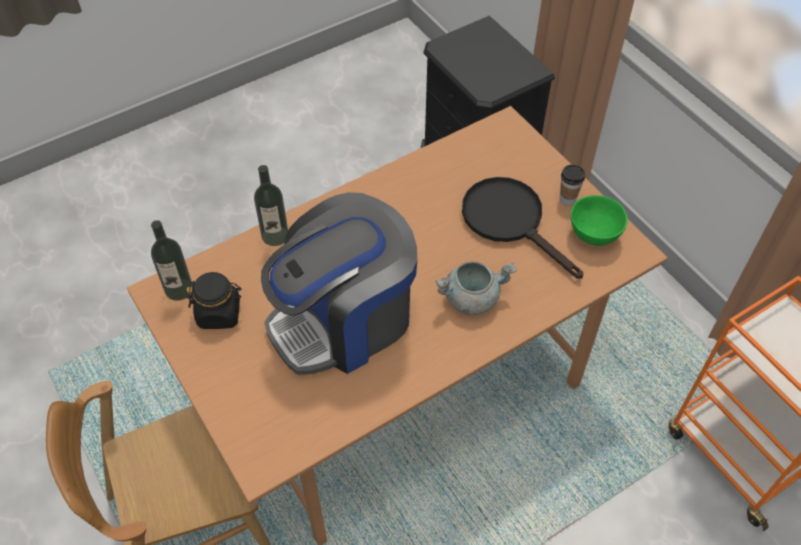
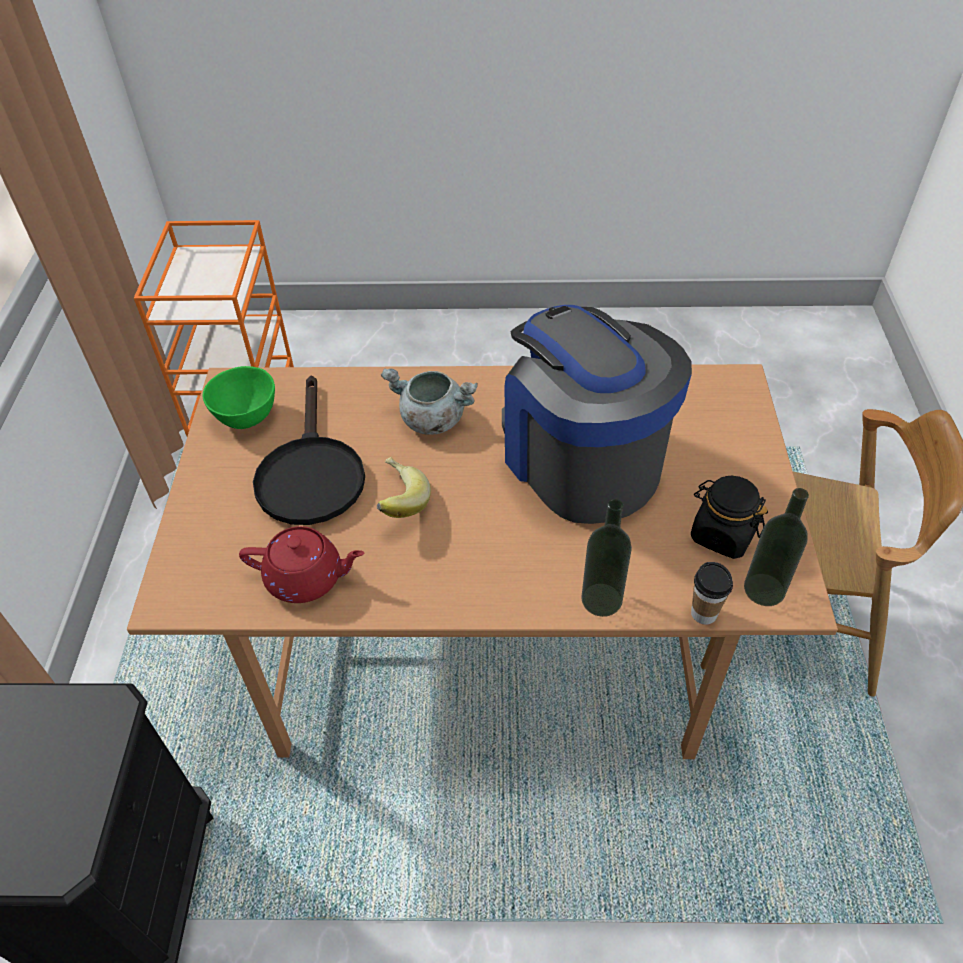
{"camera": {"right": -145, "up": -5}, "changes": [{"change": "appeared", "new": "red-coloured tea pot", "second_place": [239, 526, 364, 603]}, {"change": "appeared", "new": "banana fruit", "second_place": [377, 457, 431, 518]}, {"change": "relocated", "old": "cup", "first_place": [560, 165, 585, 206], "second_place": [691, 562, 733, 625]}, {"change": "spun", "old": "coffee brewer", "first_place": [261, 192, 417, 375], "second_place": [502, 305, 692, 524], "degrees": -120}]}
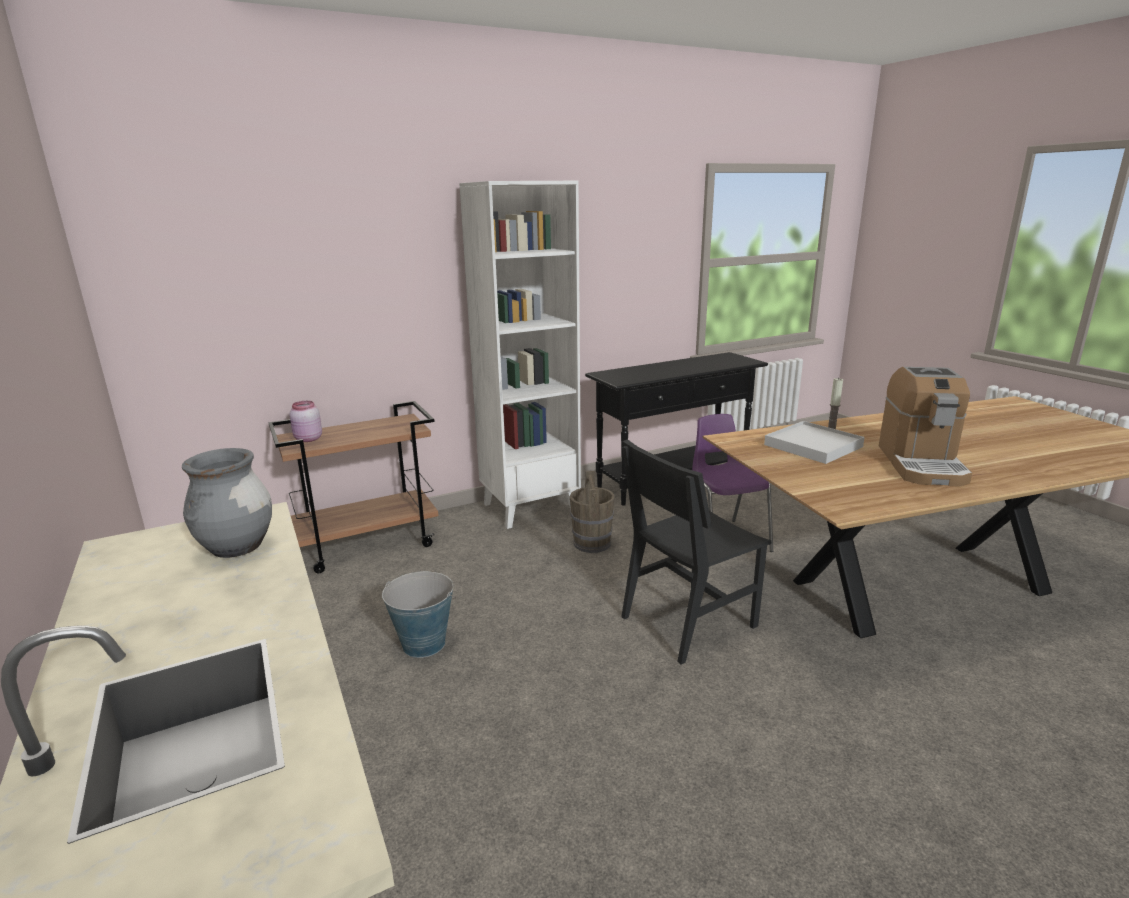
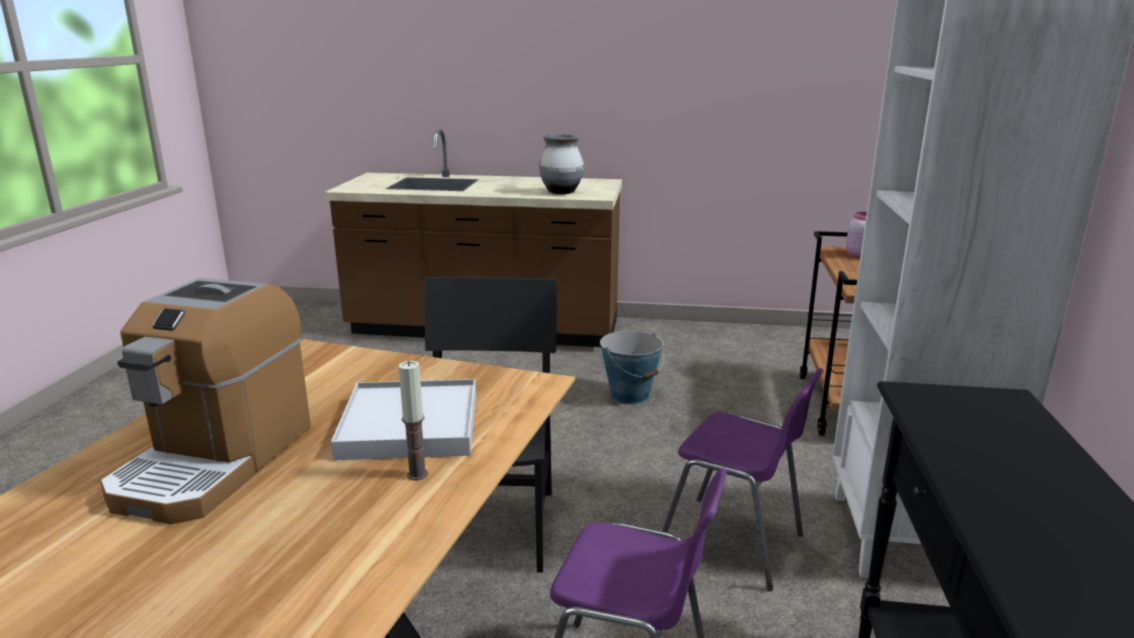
{"camera": {"right": 125, "up": 0}, "changes": [{"change": "exchanged", "old": "brown bucket", "new": "purple-coloured upright chair", "first_place": [570, 471, 615, 553], "second_place": [662, 368, 824, 591]}, {"change": "spun", "old": "coffee brewer", "first_place": [879, 367, 972, 487], "second_place": [100, 278, 311, 524], "degrees": -120}]}
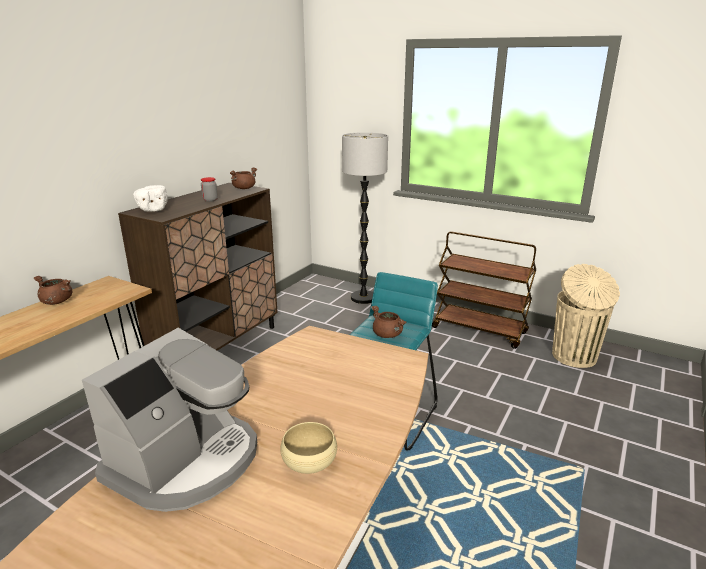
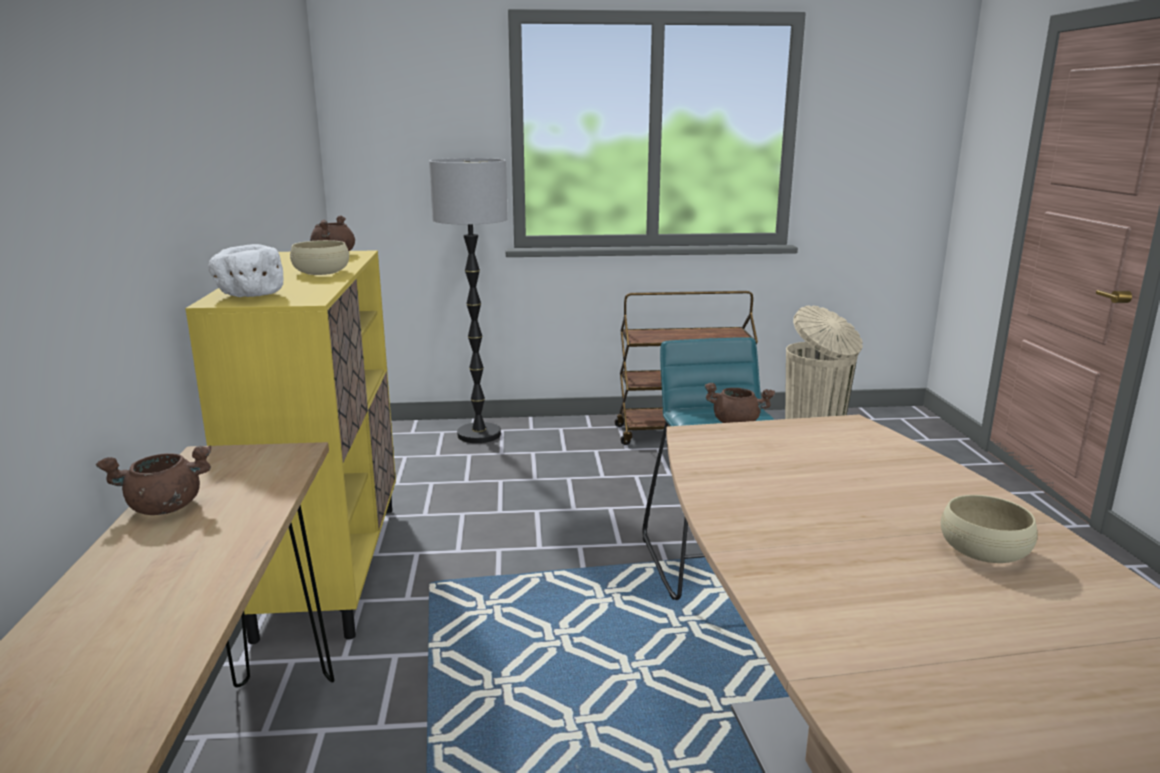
{"camera": {"right": -35, "up": -5}, "changes": [{"change": "missing", "old": "coffee brewer", "first_place": [82, 328, 257, 512]}, {"change": "exchanged", "old": "preserve jar", "new": "sand-coloured serving bowl", "first_place": [201, 177, 218, 202], "second_place": [290, 240, 349, 275]}, {"change": "colour", "old": "brown cupboard", "new": "yellow-coloured cupboard", "first_place": [118, 183, 278, 351], "second_place": [185, 250, 396, 644]}]}
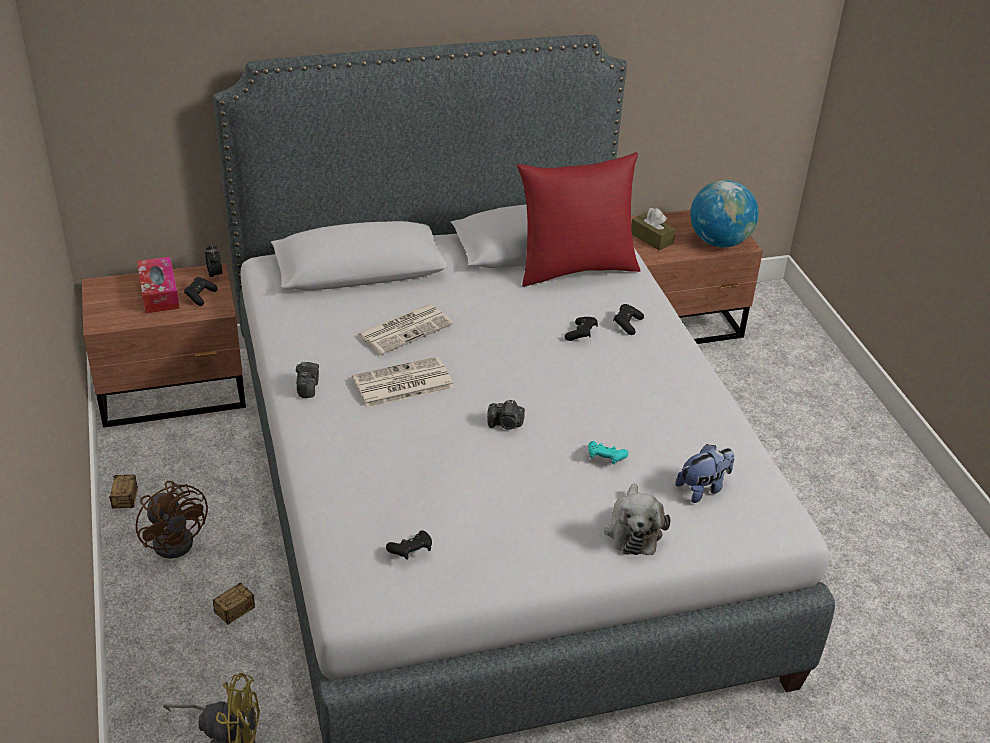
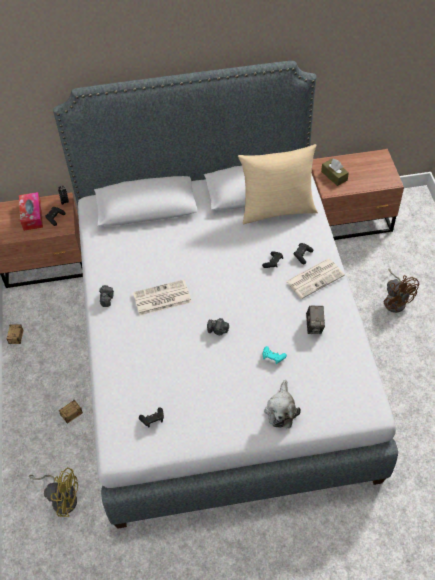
{"camera": {"right": 10, "up": 15}, "changes": [{"change": "missing", "old": "soft toy", "first_place": [675, 444, 734, 503]}, {"change": "missing", "old": "world globe", "first_place": [690, 180, 759, 247]}, {"change": "appeared", "new": "photo camera", "second_place": [306, 306, 325, 334]}, {"change": "relocated", "old": "brown electric fan", "first_place": [136, 481, 208, 559], "second_place": [384, 269, 419, 313]}, {"change": "relocated", "old": "newspaper", "first_place": [357, 304, 453, 355], "second_place": [286, 259, 345, 299]}, {"change": "colour", "old": "red-coloured throw pillow", "new": "sand-coloured throw pillow", "first_place": [517, 152, 641, 287], "second_place": [238, 144, 318, 224]}]}
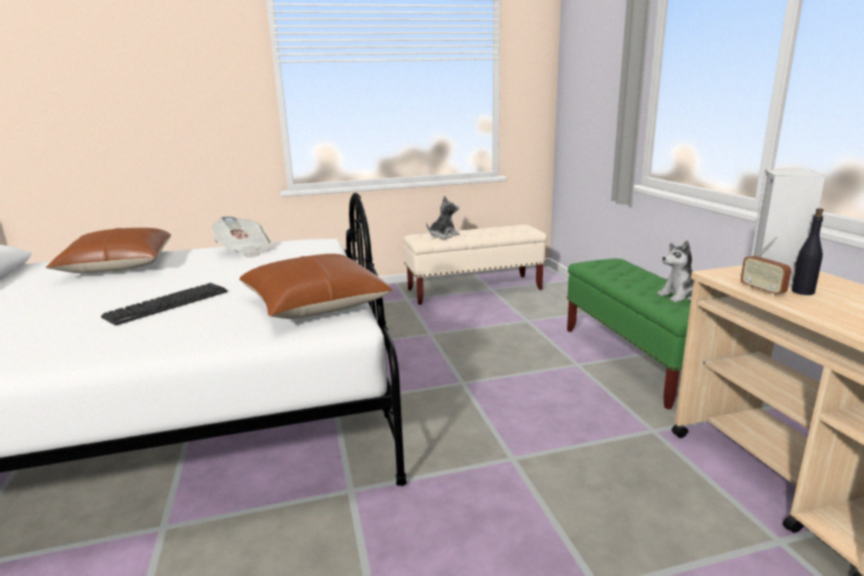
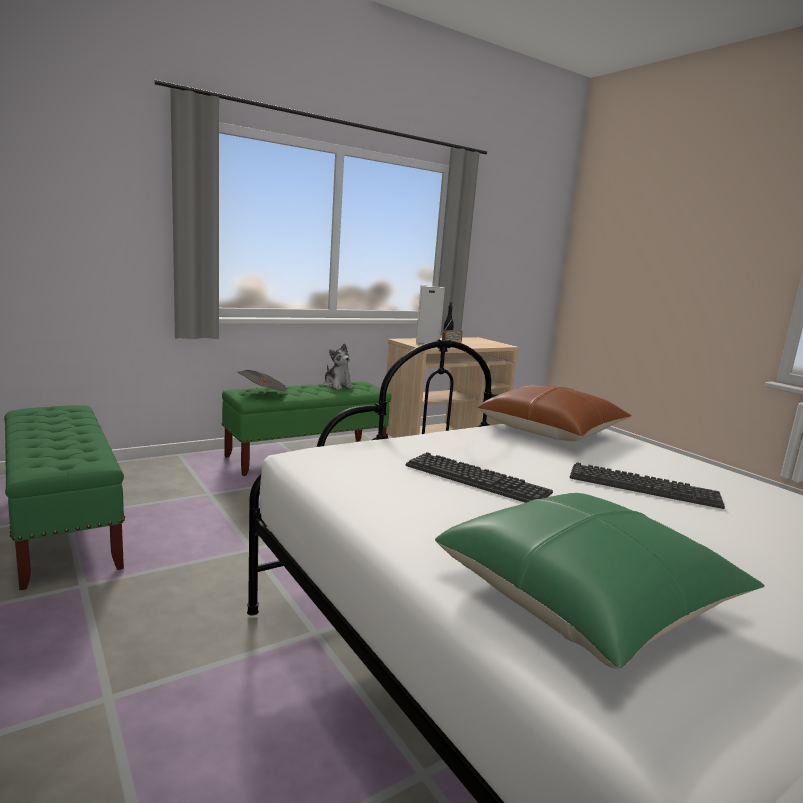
{"camera": {"right": -110, "up": -5}, "changes": [{"change": "missing", "old": "soft toy", "first_place": [426, 196, 460, 238]}, {"change": "appeared", "new": "PC keyboard", "second_place": [405, 452, 553, 503]}, {"change": "relocated", "old": "newspaper", "first_place": [211, 216, 273, 258], "second_place": [237, 370, 287, 391]}, {"change": "colour", "old": "brown throw pillow", "new": "greenish throw pillow", "first_place": [46, 228, 171, 273], "second_place": [435, 493, 765, 669]}, {"change": "colour", "old": "sand-coloured indoor bench", "new": "greenish indoor bench", "first_place": [403, 225, 547, 305], "second_place": [4, 405, 125, 590]}]}
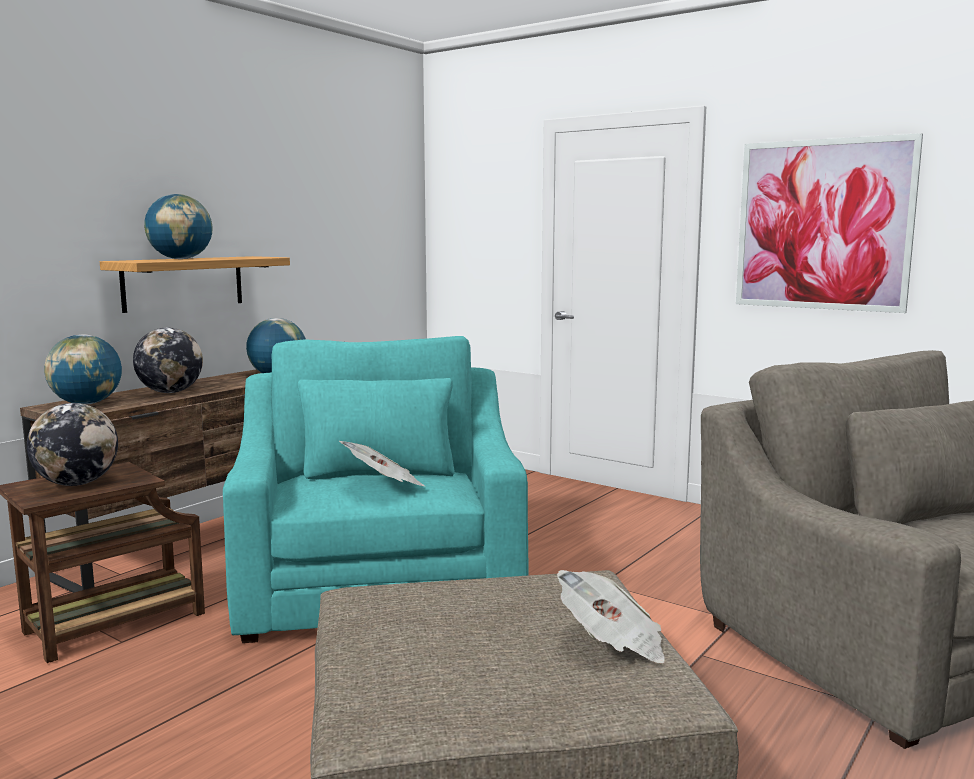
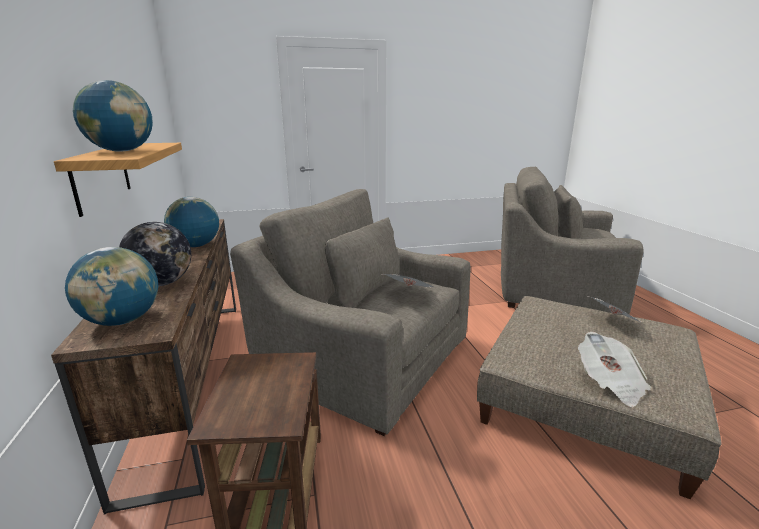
{"camera": {"right": -50, "up": 10}, "changes": [{"change": "missing", "old": "world globe", "first_place": [27, 403, 118, 486]}, {"change": "missing", "old": "picture", "first_place": [736, 133, 923, 313]}, {"change": "appeared", "new": "newspaper", "second_place": [578, 332, 651, 407]}, {"change": "colour", "old": "blue-green easy chair", "new": "greyish easy chair", "first_place": [223, 336, 529, 643], "second_place": [230, 189, 471, 436]}]}
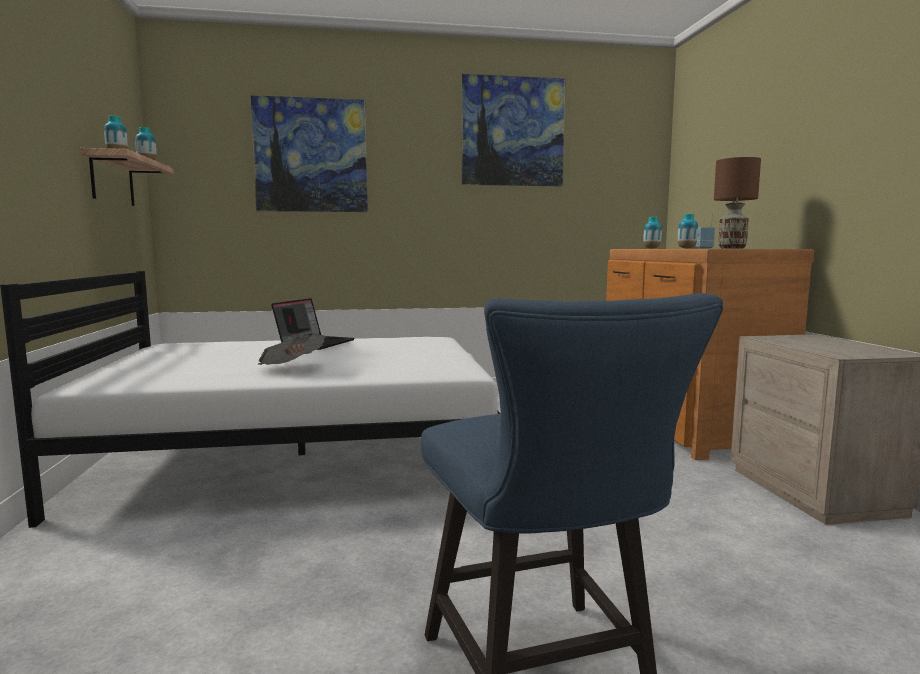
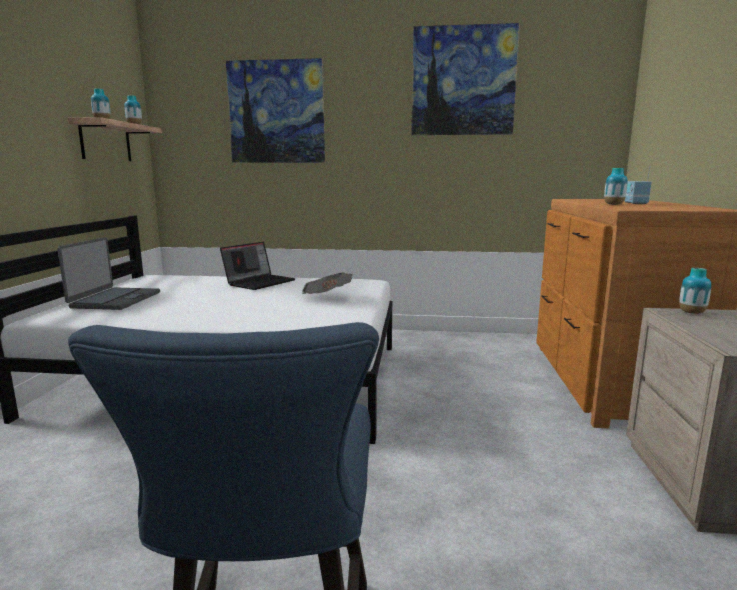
{"camera": {"right": 15, "up": 5}, "changes": [{"change": "missing", "old": "brown table lamp", "first_place": [714, 157, 761, 249]}, {"change": "appeared", "new": "laptop", "second_place": [58, 237, 160, 310]}, {"change": "relocated", "old": "newspaper", "first_place": [258, 333, 326, 365], "second_place": [302, 273, 352, 294]}, {"change": "relocated", "old": "flower vase", "first_place": [644, 217, 662, 249], "second_place": [679, 268, 711, 314]}]}
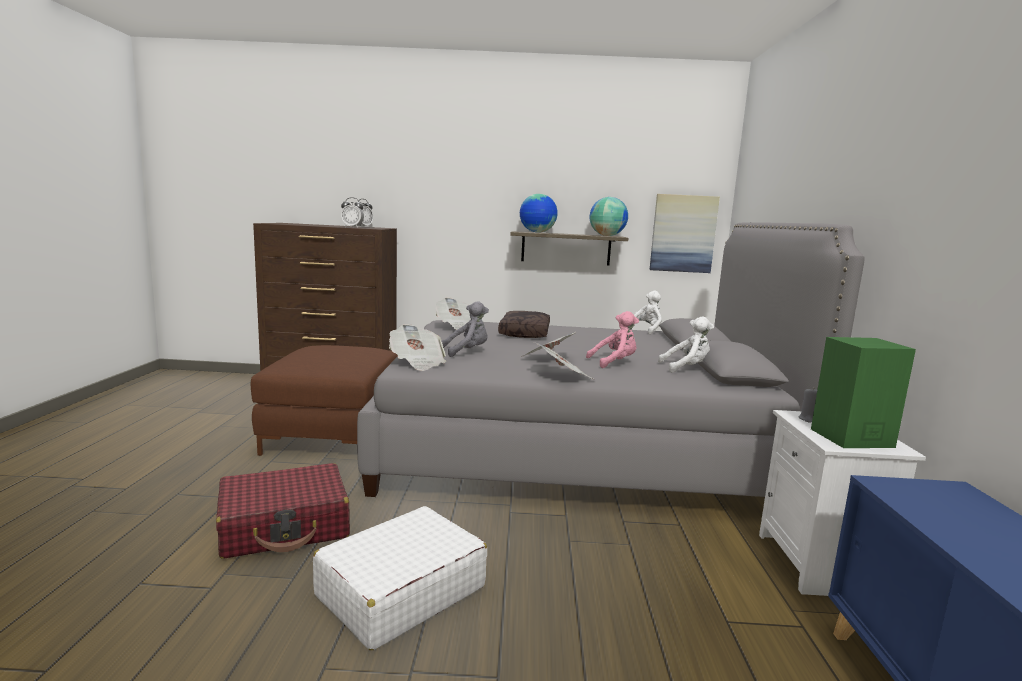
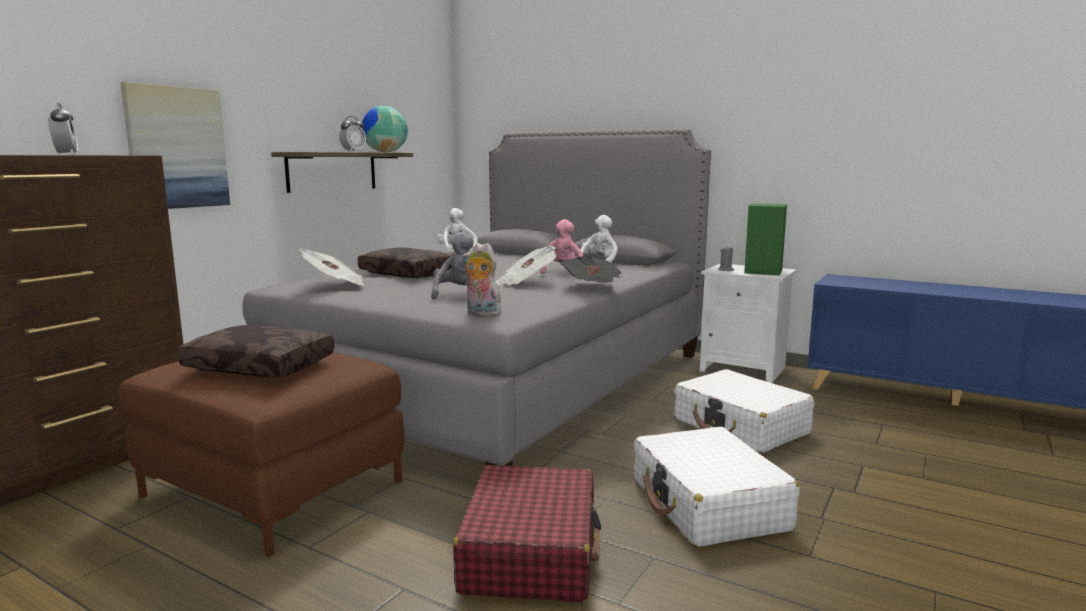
{"camera": {"right": -60, "up": 0}, "changes": [{"change": "missing", "old": "world globe", "first_place": [520, 194, 558, 233]}, {"change": "appeared", "new": "brown throw pillow", "second_place": [177, 325, 334, 378]}, {"change": "appeared", "new": "white suitcase", "second_place": [674, 369, 814, 453]}, {"change": "relocated", "old": "alarm clock", "first_place": [341, 197, 364, 228], "second_place": [339, 116, 366, 152]}, {"change": "relocated", "old": "picture", "first_place": [650, 194, 720, 273], "second_place": [121, 82, 230, 209]}, {"change": "exchanged", "old": "newspaper", "new": "soft toy", "first_place": [389, 324, 446, 371], "second_place": [462, 243, 501, 316]}]}
